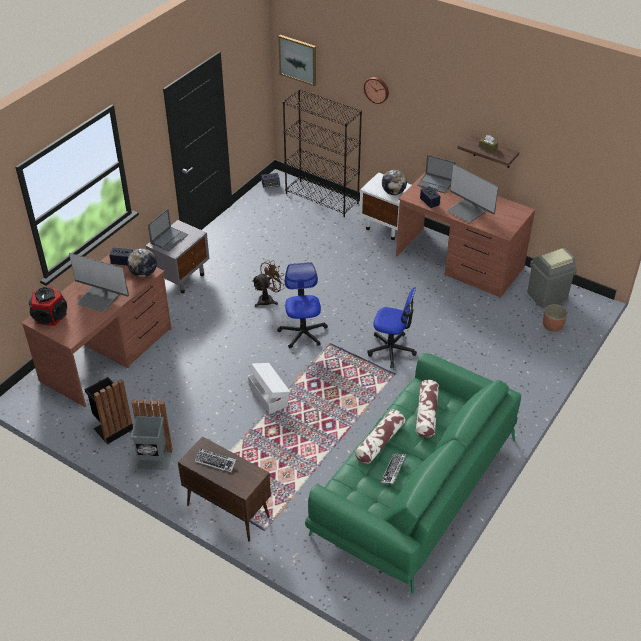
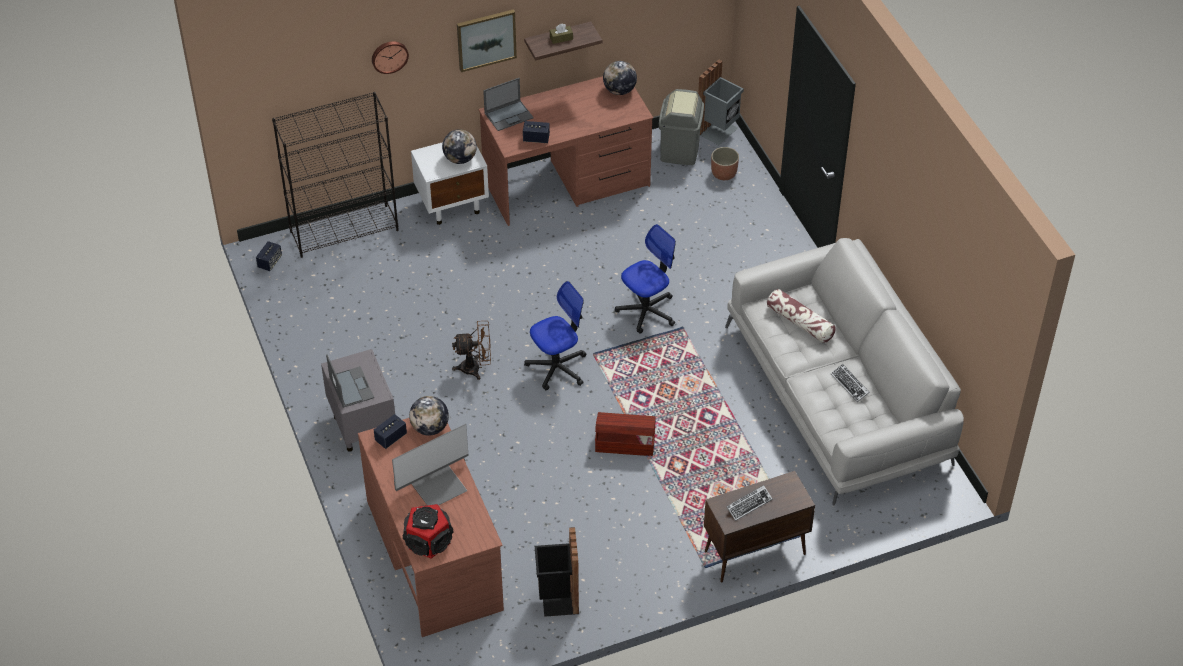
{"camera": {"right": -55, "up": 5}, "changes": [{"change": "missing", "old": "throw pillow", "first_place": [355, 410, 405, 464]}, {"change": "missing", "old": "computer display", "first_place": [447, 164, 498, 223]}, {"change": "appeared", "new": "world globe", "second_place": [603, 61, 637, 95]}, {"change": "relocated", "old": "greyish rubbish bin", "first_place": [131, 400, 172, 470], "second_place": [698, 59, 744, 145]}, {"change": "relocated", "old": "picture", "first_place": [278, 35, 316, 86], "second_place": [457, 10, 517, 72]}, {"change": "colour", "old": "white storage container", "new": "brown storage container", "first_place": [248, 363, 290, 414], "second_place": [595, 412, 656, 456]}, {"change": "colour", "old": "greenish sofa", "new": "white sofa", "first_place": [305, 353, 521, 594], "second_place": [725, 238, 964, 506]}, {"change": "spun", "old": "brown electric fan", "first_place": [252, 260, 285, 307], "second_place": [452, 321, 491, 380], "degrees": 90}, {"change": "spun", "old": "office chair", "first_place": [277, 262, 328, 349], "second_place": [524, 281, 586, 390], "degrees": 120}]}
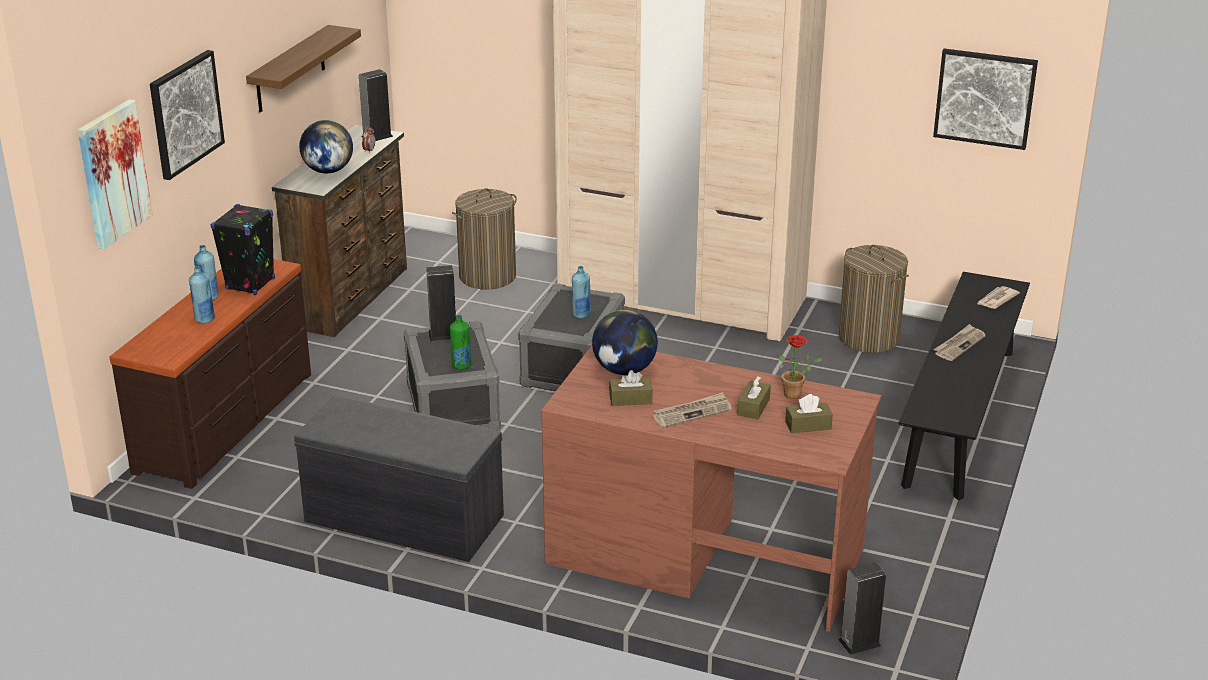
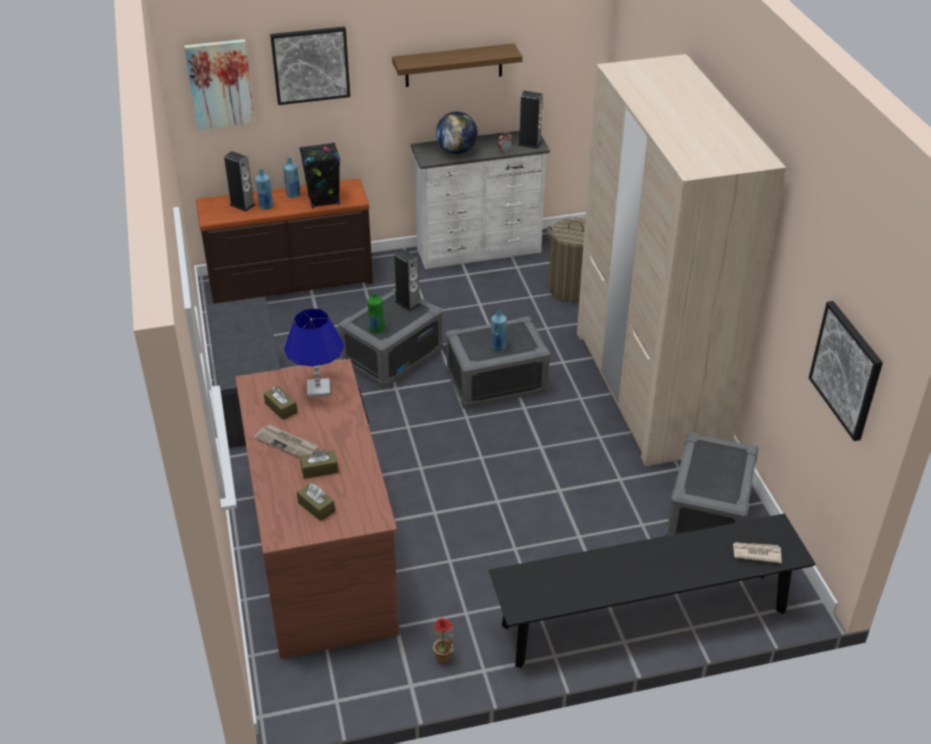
{"camera": {"right": 55, "up": 10}, "changes": [{"change": "missing", "old": "newspaper", "first_place": [933, 324, 986, 361]}, {"change": "relocated", "old": "potted plant", "first_place": [779, 335, 823, 399], "second_place": [430, 618, 454, 663]}, {"change": "relocated", "old": "audio speaker", "first_place": [838, 562, 886, 655], "second_place": [224, 151, 255, 212]}, {"change": "exchanged", "old": "world globe", "new": "blue table lamp", "first_place": [592, 310, 658, 375], "second_place": [284, 308, 344, 397]}, {"change": "exchanged", "old": "hamper", "new": "greyish storage container", "first_place": [839, 245, 909, 353], "second_place": [665, 432, 759, 536]}, {"change": "colour", "old": "brown dresser", "new": "white dresser", "first_place": [272, 125, 407, 337], "second_place": [411, 131, 550, 269]}]}
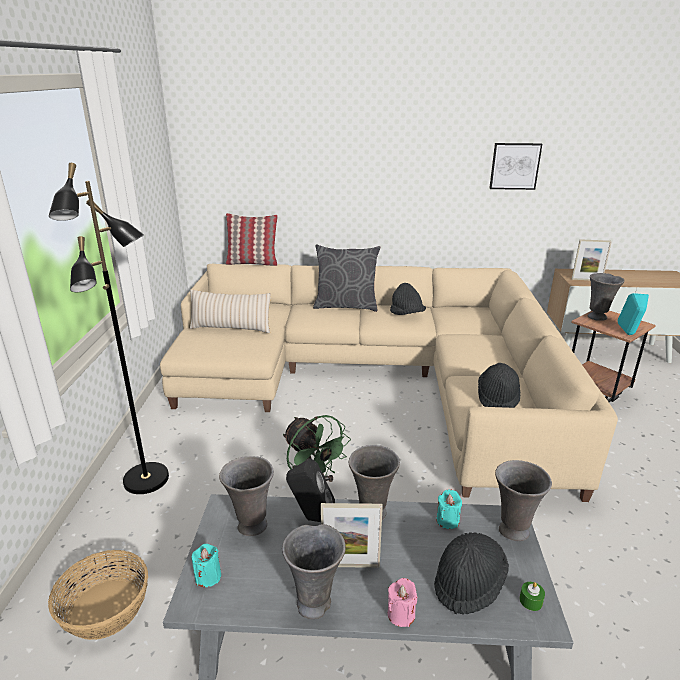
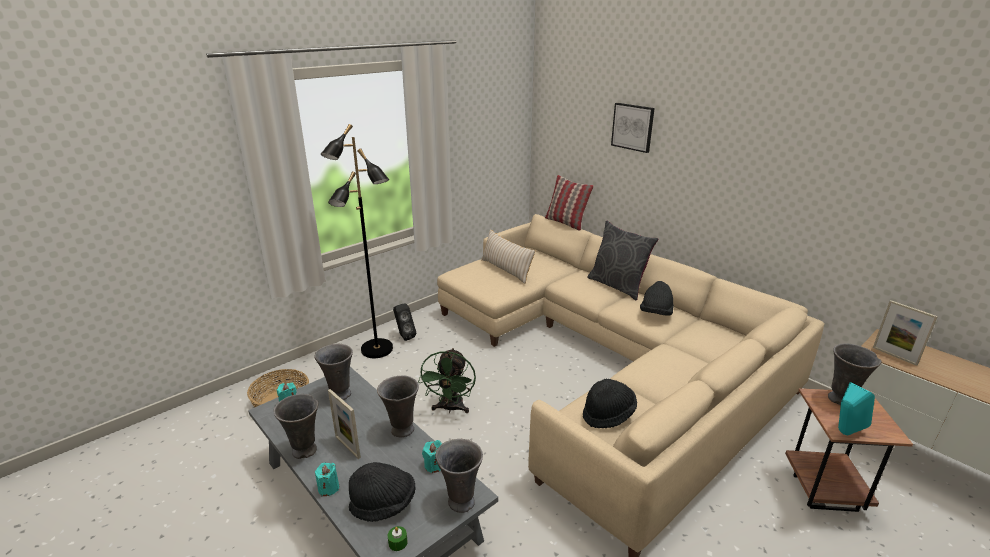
{"camera": {"right": 45, "up": 0}, "changes": [{"change": "relocated", "old": "black audio speaker", "first_place": [286, 459, 335, 522], "second_place": [393, 303, 416, 341]}, {"change": "relocated", "old": "picture", "first_place": [489, 143, 542, 190], "second_place": [611, 103, 655, 153]}, {"change": "colour", "old": "pink wax candle", "new": "blue-green wax candle", "first_place": [388, 578, 417, 627], "second_place": [315, 463, 339, 496]}]}
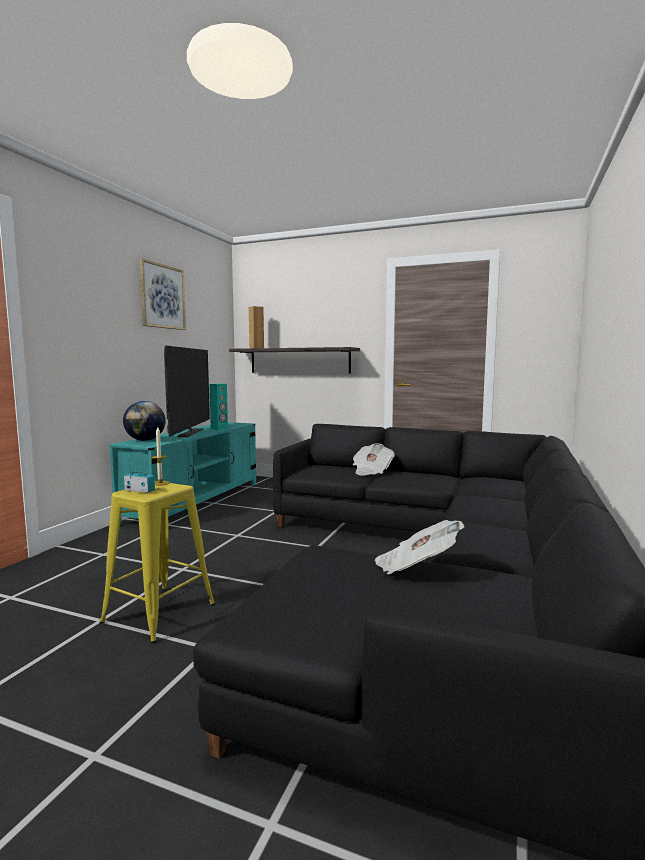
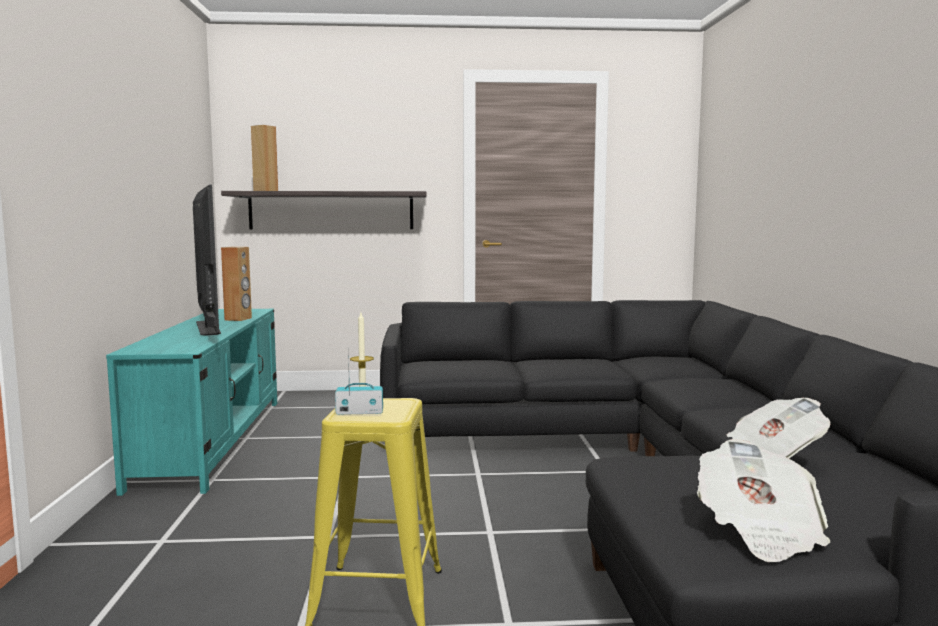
{"camera": {"right": -25, "up": 0}, "changes": [{"change": "missing", "old": "world globe", "first_place": [123, 401, 166, 441]}, {"change": "missing", "old": "picture", "first_place": [139, 259, 186, 330]}, {"change": "relocated", "old": "newspaper", "first_place": [353, 443, 395, 476], "second_place": [697, 439, 830, 562]}, {"change": "colour", "old": "blue-green audio speaker", "new": "brown audio speaker", "first_place": [209, 384, 228, 430], "second_place": [221, 247, 252, 321]}]}
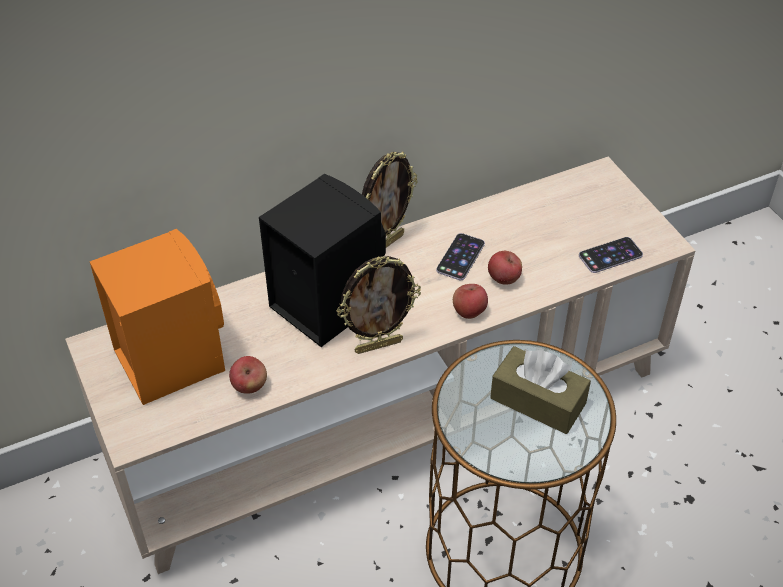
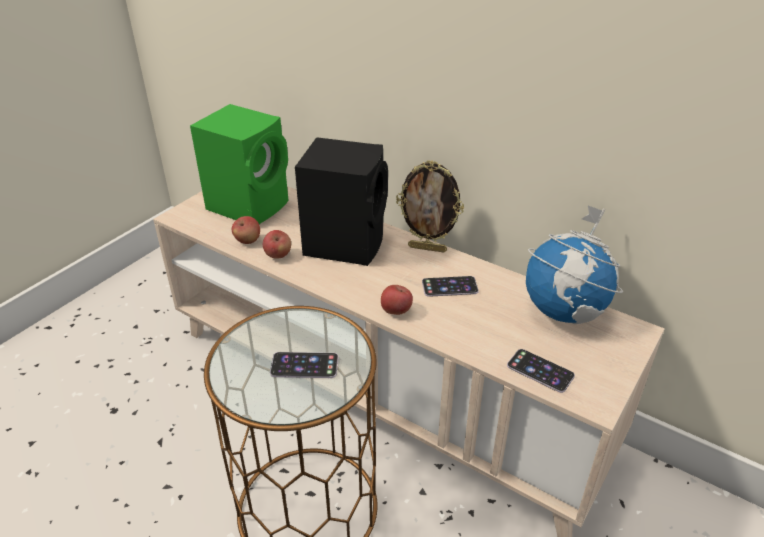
{"camera": {"right": 60, "up": -10}, "changes": [{"change": "missing", "old": "standing frame", "first_place": [337, 256, 421, 354]}, {"change": "appeared", "new": "world globe", "second_place": [526, 206, 623, 324]}, {"change": "relocated", "old": "whole apple", "first_place": [488, 251, 522, 285], "second_place": [263, 230, 291, 259]}, {"change": "exchanged", "old": "brown box of tissues", "new": "phone", "first_place": [490, 346, 591, 434], "second_place": [270, 352, 338, 378]}, {"change": "colour", "old": "orange-coloured audio speaker", "new": "greenish audio speaker", "first_place": [90, 229, 225, 405], "second_place": [190, 104, 289, 224]}]}
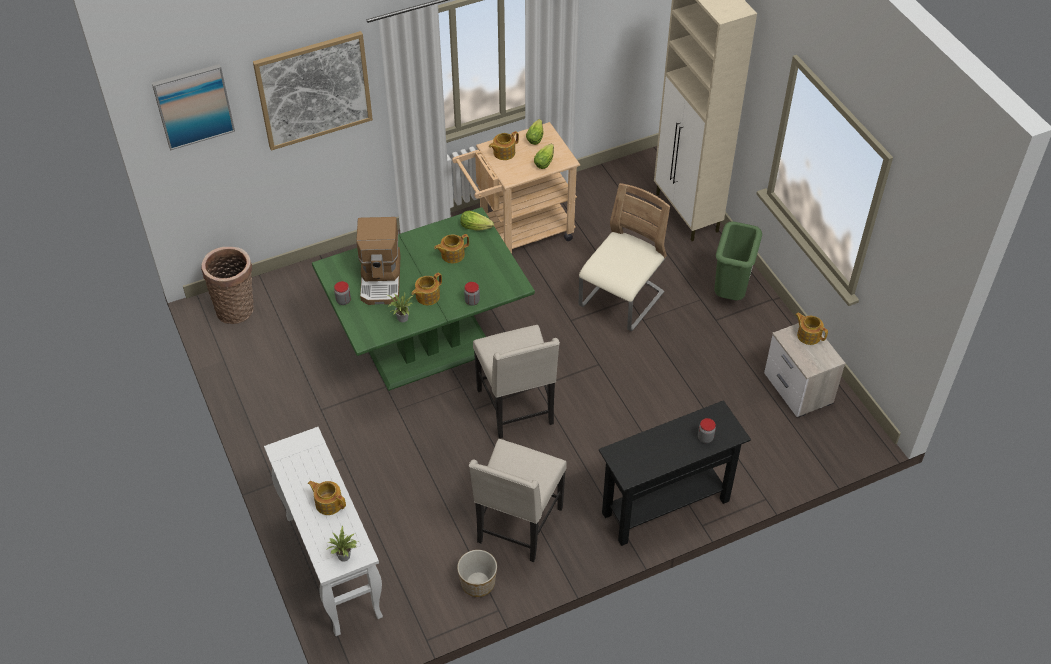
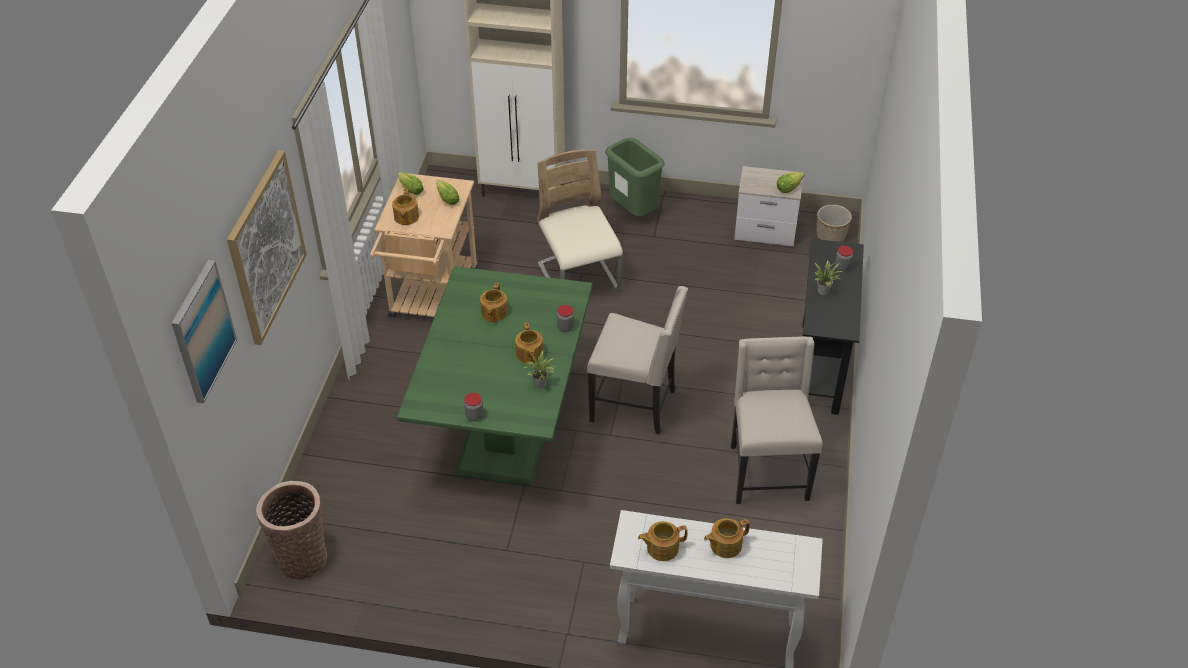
{"camera": {"right": -55, "up": -5}, "changes": [{"change": "missing", "old": "coffee brewer", "first_place": [356, 217, 400, 305]}, {"change": "relocated", "old": "potted plant", "first_place": [326, 526, 358, 562], "second_place": [815, 260, 843, 295]}, {"change": "relocated", "old": "planter", "first_place": [457, 550, 497, 597], "second_place": [816, 205, 852, 242]}, {"change": "relocated", "old": "lettuce", "first_place": [460, 211, 494, 230], "second_place": [777, 172, 804, 193]}, {"change": "relocated", "old": "tea pot", "first_place": [795, 313, 828, 345], "second_place": [638, 521, 688, 561]}, {"change": "spun", "old": "sand-coloured upright chair", "first_place": [469, 439, 567, 562], "second_place": [731, 336, 823, 504], "degrees": -150}]}
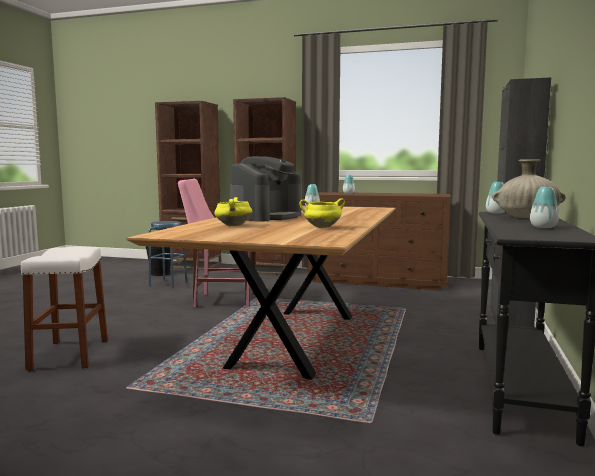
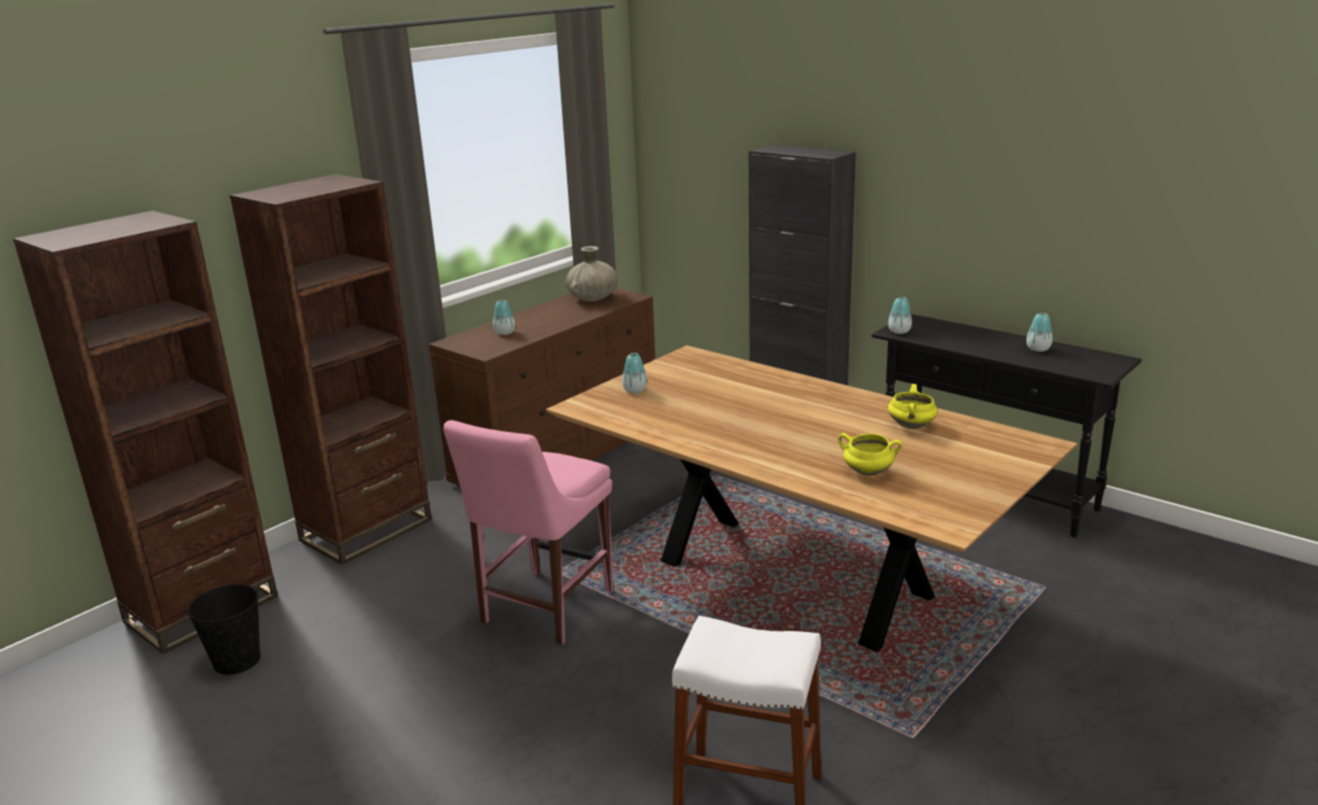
{"camera": {"right": -65, "up": 15}, "changes": [{"change": "missing", "old": "blue sitting stool", "first_place": [149, 221, 188, 289]}, {"change": "missing", "old": "coffee brewer", "first_place": [230, 156, 301, 222]}, {"change": "relocated", "old": "sand-coloured flower vase", "first_place": [492, 159, 566, 218], "second_place": [566, 246, 618, 302]}]}
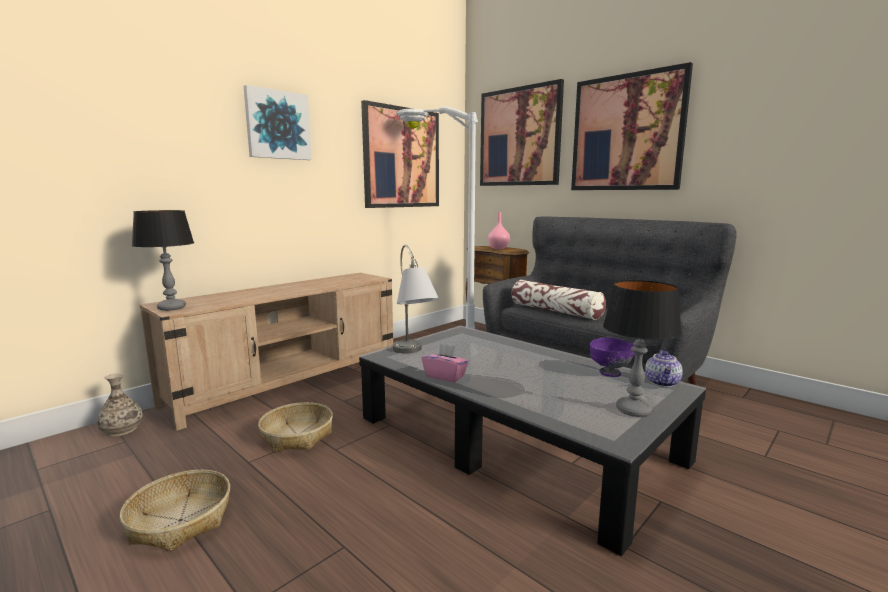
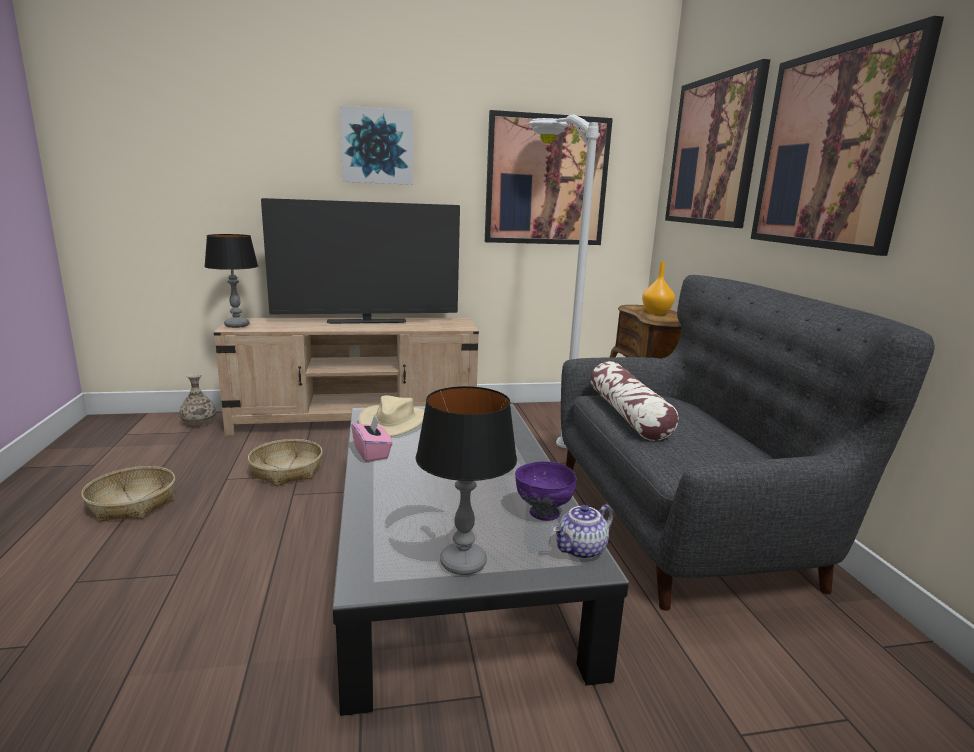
{"camera": {"right": 35, "up": 5}, "changes": [{"change": "appeared", "new": "TV set", "second_place": [261, 198, 460, 324]}, {"change": "exchanged", "old": "greyish table lamp", "new": "sand-coloured hat", "first_place": [393, 245, 439, 353], "second_place": [358, 395, 425, 437]}, {"change": "colour", "old": "pink flower vase", "new": "orange-coloured flower vase", "first_place": [488, 212, 510, 249], "second_place": [642, 261, 675, 314]}]}
